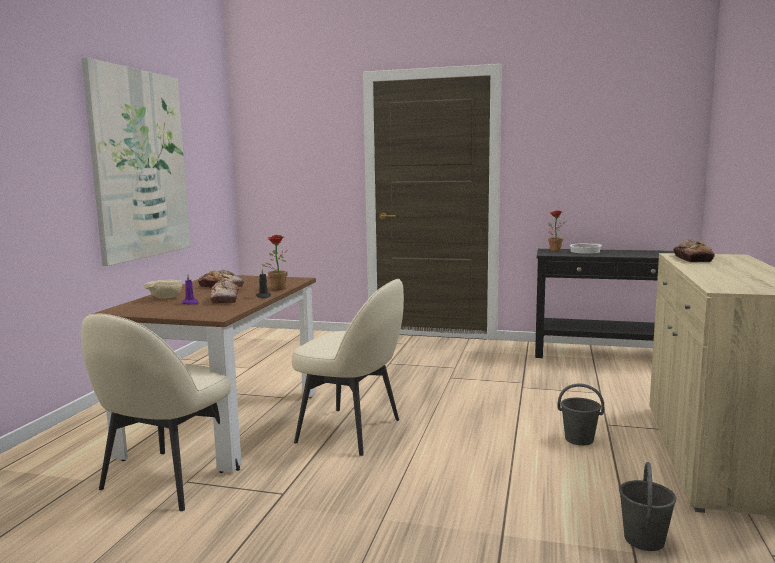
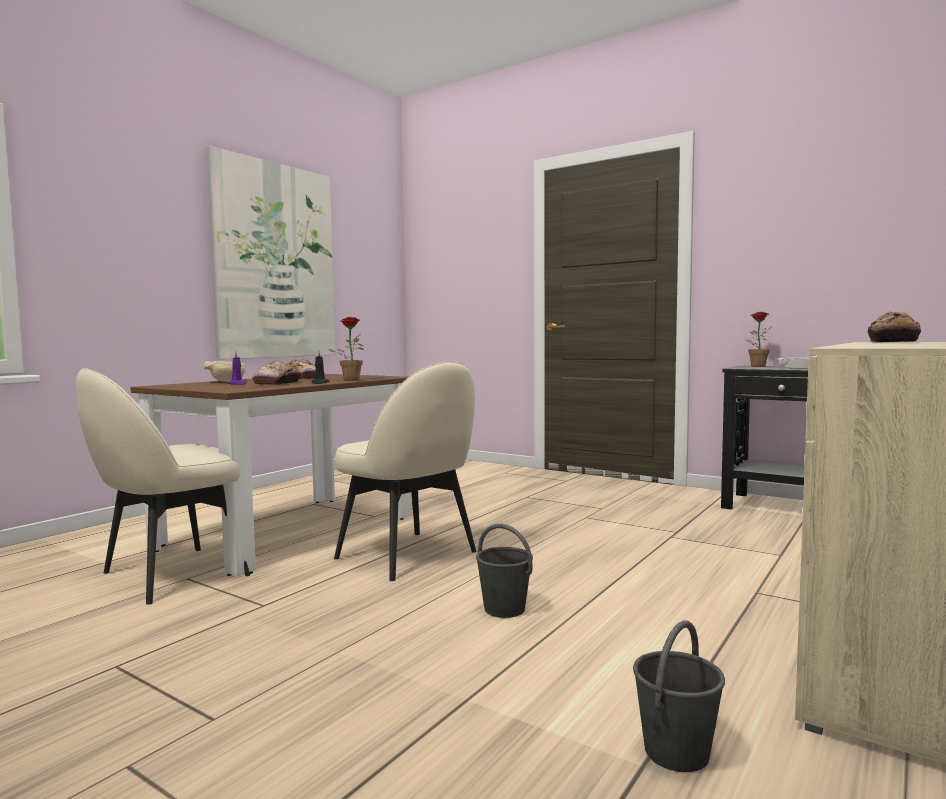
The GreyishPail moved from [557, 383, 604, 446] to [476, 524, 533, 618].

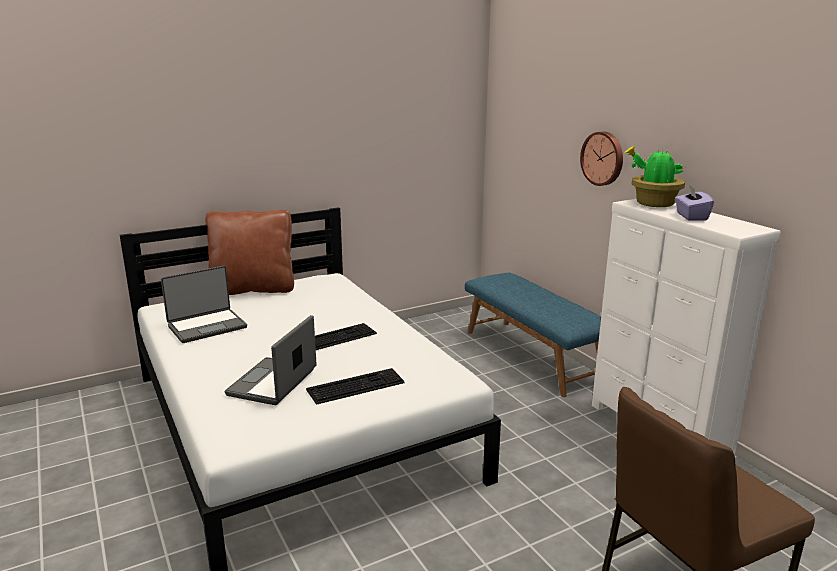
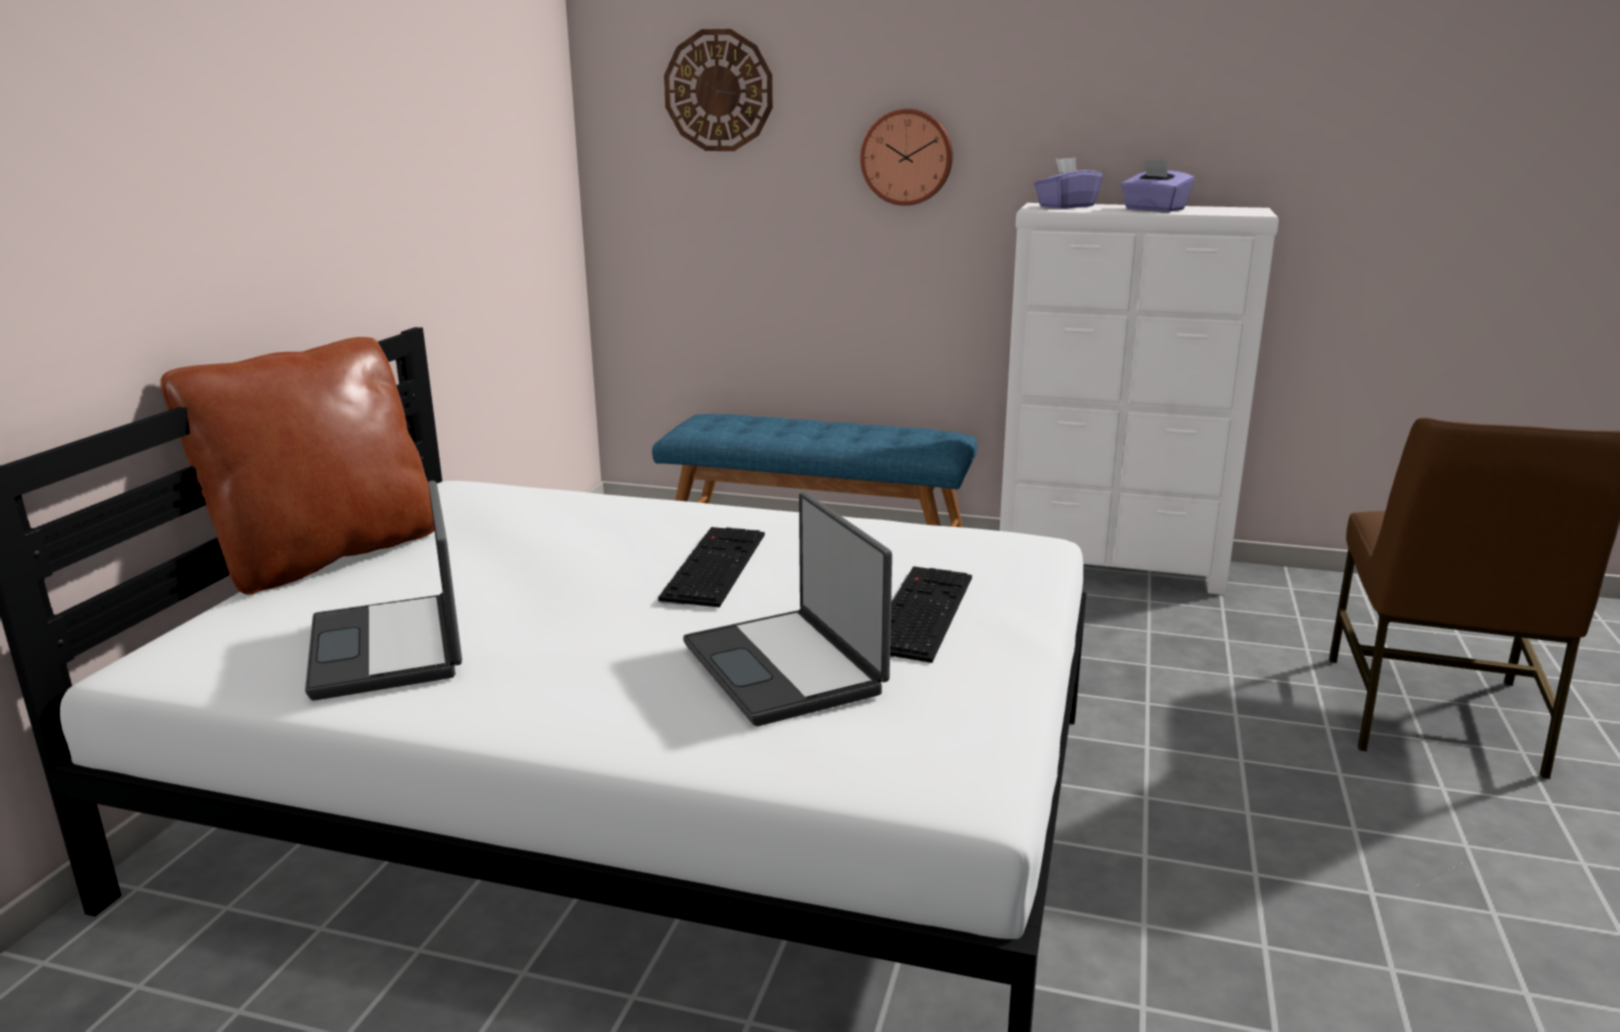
The ClockOnTheWall at [664, 29, 773, 151] appeared.
The PottedPlant at [625, 145, 685, 207] was replaced by the PurpleTissueBox at [1034, 157, 1103, 209].
The PortableComputer at [161, 266, 247, 343] turned 150 degrees clockwise.

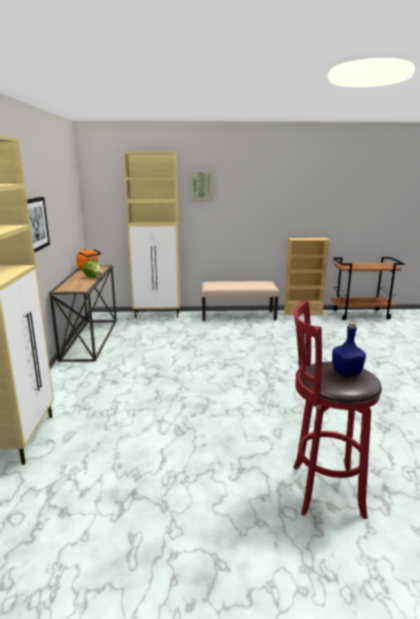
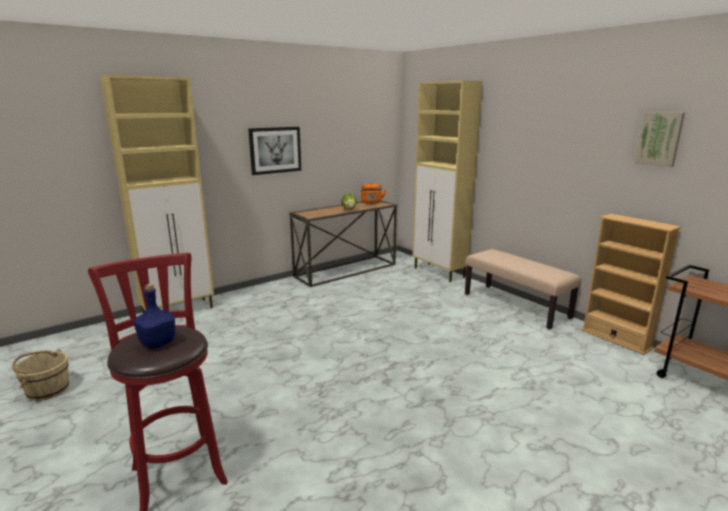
The BeigePail at [12, 349, 69, 401] appeared.
The WallPicture moved from [192, 170, 212, 202] to [635, 112, 685, 167].

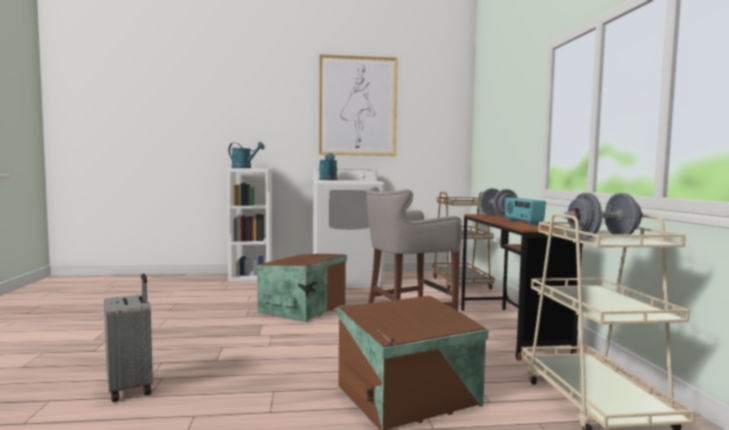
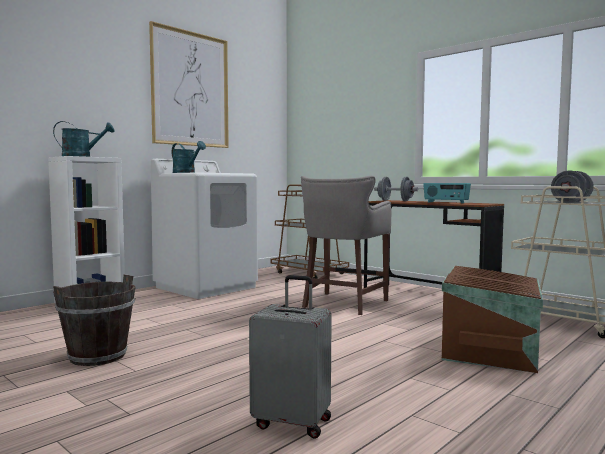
The BrownColouredStorageBox at [256, 254, 347, 322] disappeared.
The BrownColouredPail at [53, 274, 136, 366] appeared.

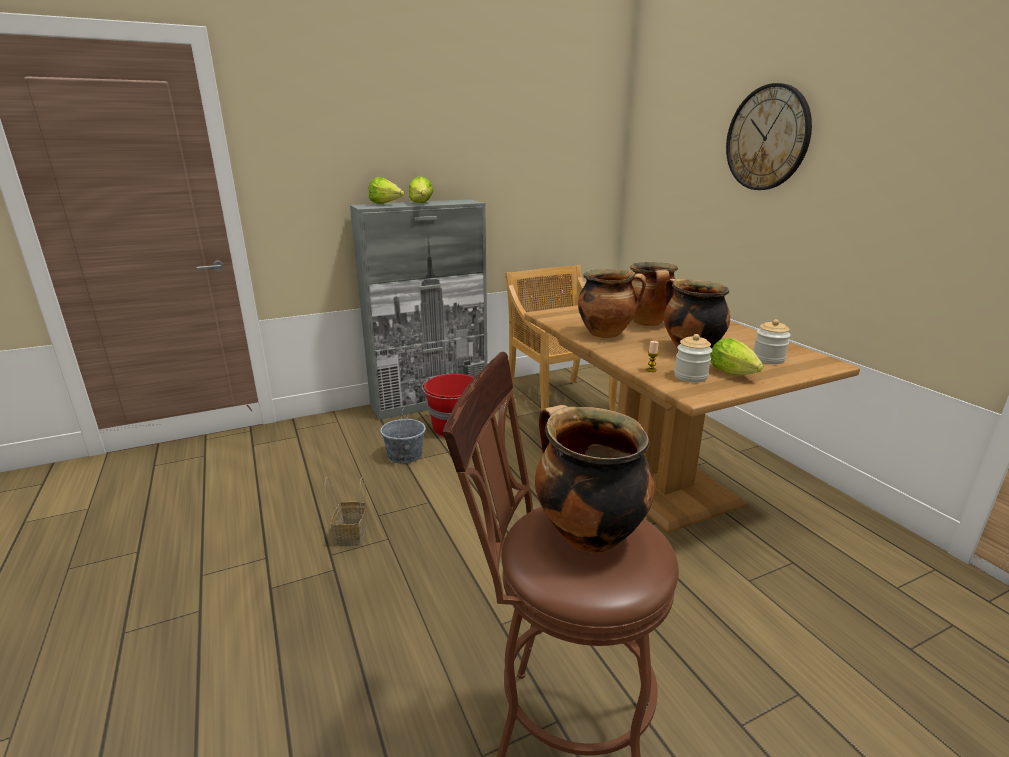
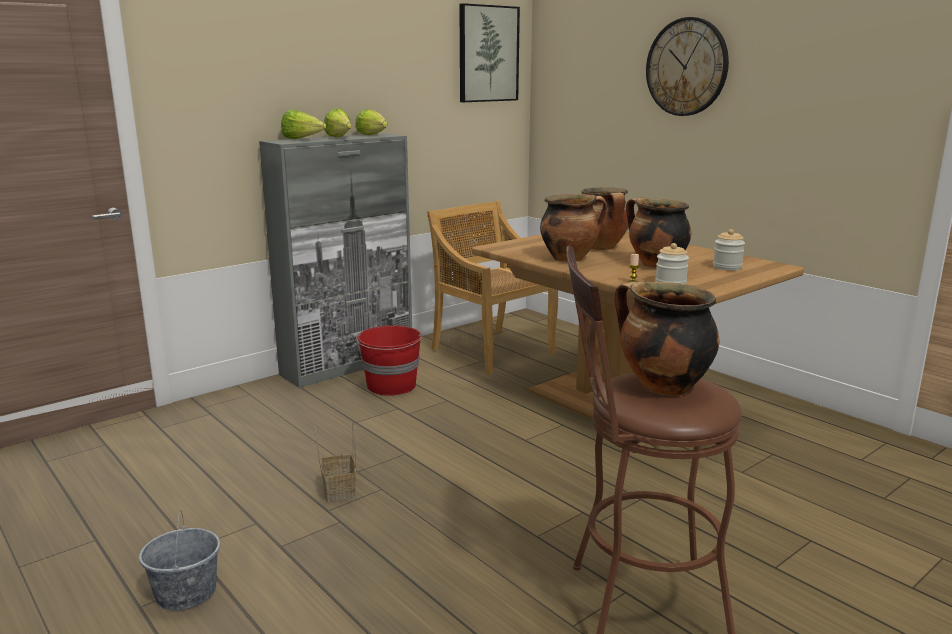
The WallPicture at [459, 3, 520, 102] appeared.
The GreyishPail moved from [380, 406, 426, 464] to [139, 510, 220, 611].
The HeadOfLettuce moved from [710, 338, 764, 375] to [356, 109, 388, 135].

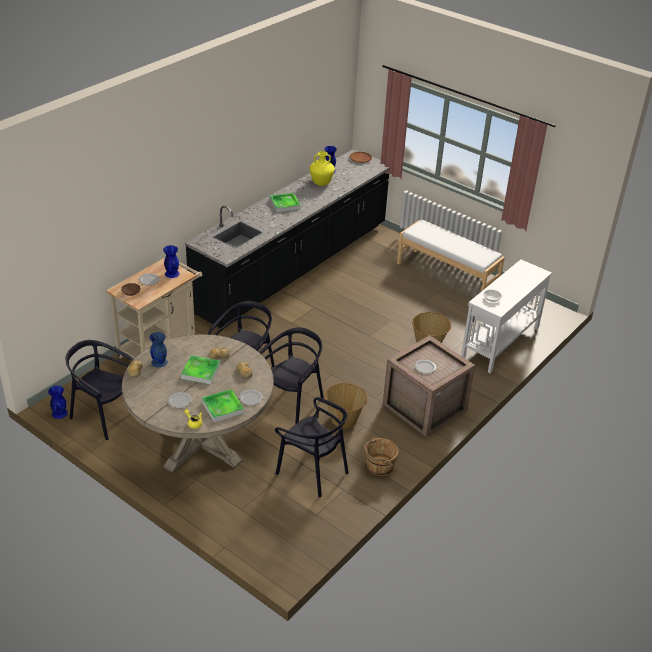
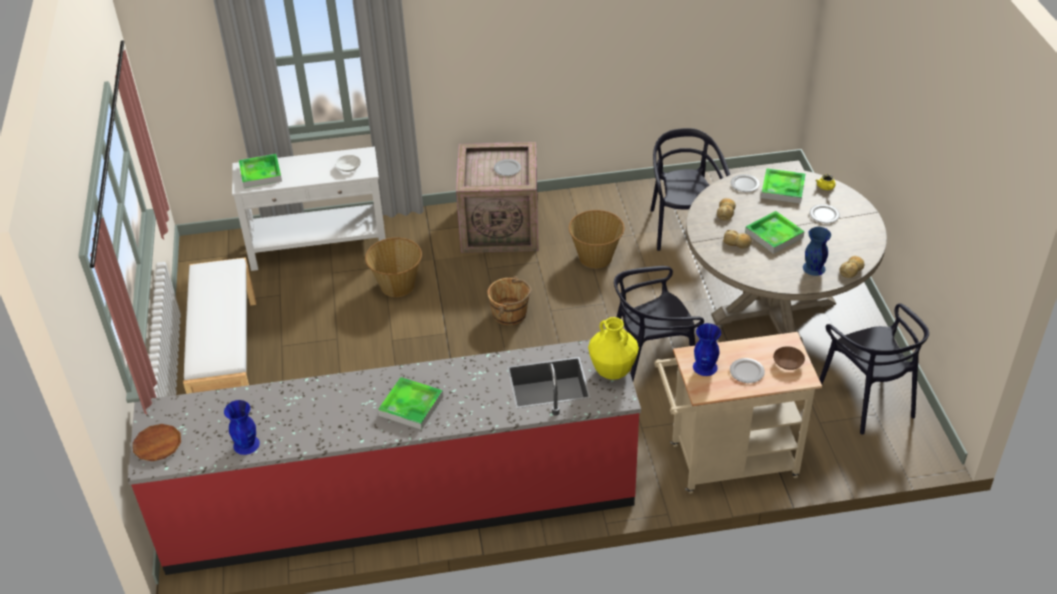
The BluishVase at [48, 386, 68, 419] disappeared.
The BlackishChair at [259, 327, 324, 424] disappeared.
The CarryingTray at [239, 154, 282, 188] appeared.
The YellowColouredVase moved from [310, 151, 335, 186] to [588, 317, 639, 380].
The BrownColouredPail moved from [364, 437, 398, 476] to [487, 276, 532, 325].
The BlackishCounter at [185, 149, 390, 328] became the RedCounter at [128, 339, 641, 575].

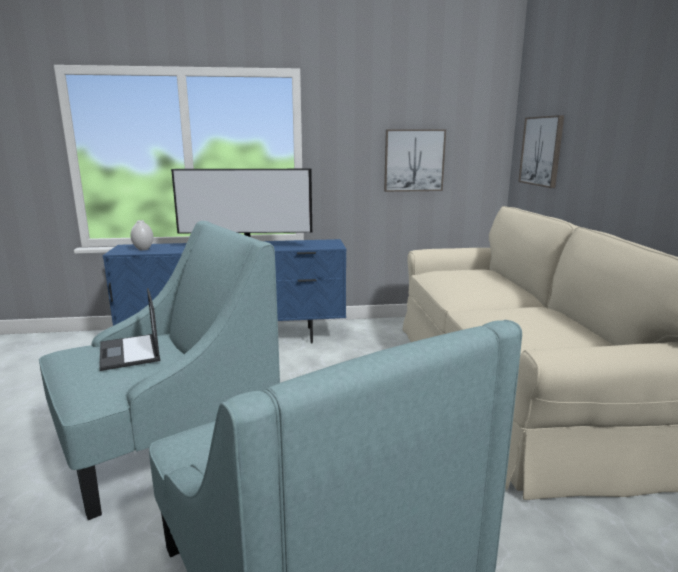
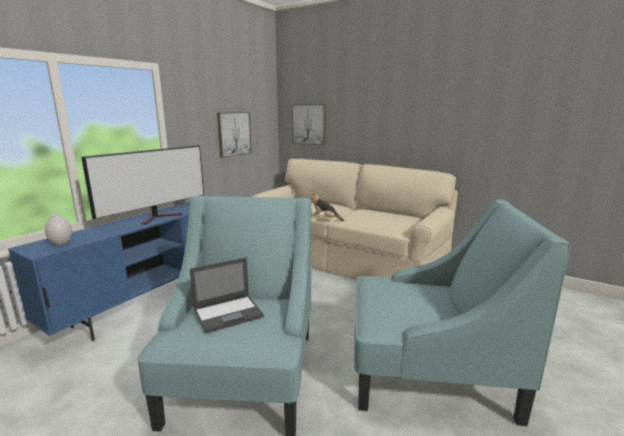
The PlushToy at [309, 192, 344, 221] appeared.
The PortableComputer at [99, 288, 161, 371] turned 45 degrees counterclockwise.

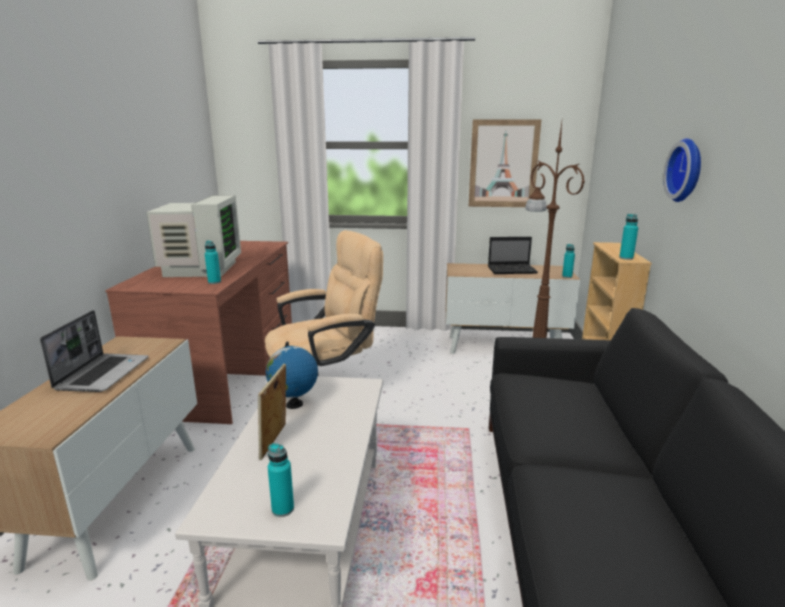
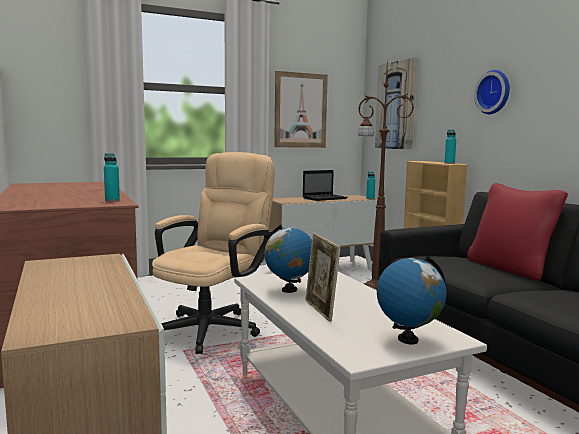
The PortableComputer at [40, 310, 149, 392] disappeared.
The ComputerDisplay at [146, 195, 241, 277] disappeared.
The WallPicture at [375, 58, 417, 150] appeared.
The RedCushion at [467, 183, 568, 280] appeared.
The TurquoiseColouredDrinkBottle at [268, 443, 294, 517] was replaced by the WorldGlobe at [377, 256, 446, 345].

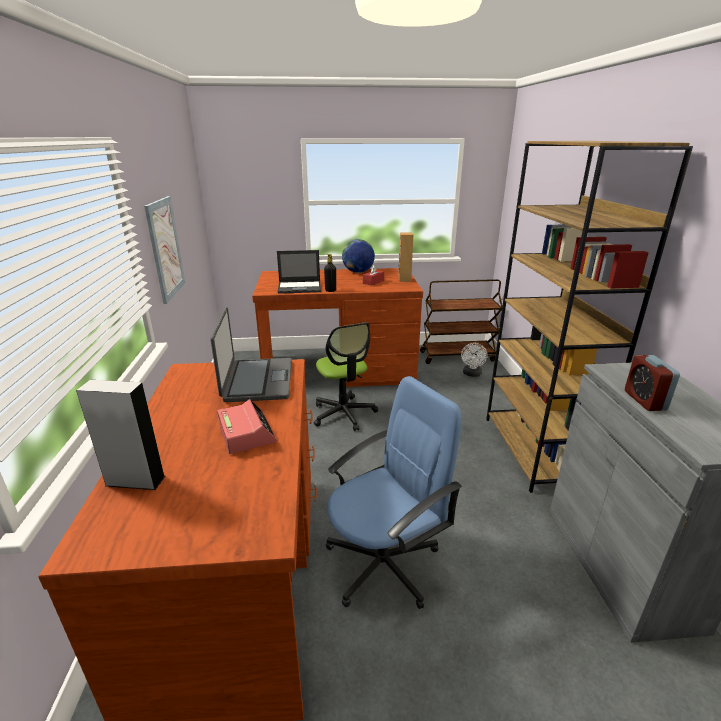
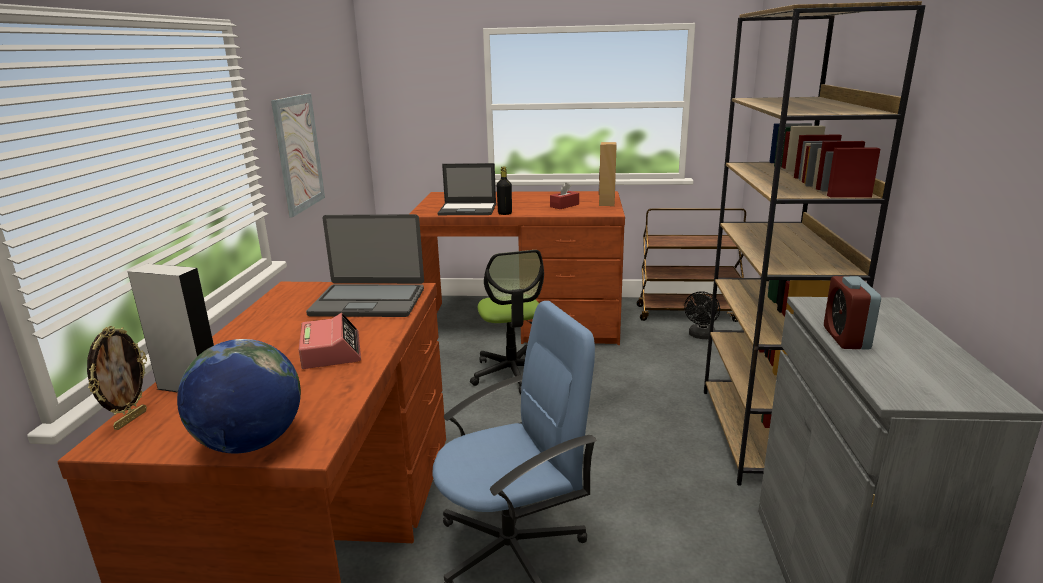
The PhotoFrame at [87, 326, 147, 430] appeared.
The WorldGlobe moved from [342, 239, 375, 273] to [177, 339, 301, 454].
The WhiteColouredCoolingFan at [461, 343, 488, 377] became the BlackishCoolingFan at [684, 291, 720, 339].
The PortableComputer at [210, 307, 292, 402] turned 90 degrees clockwise.

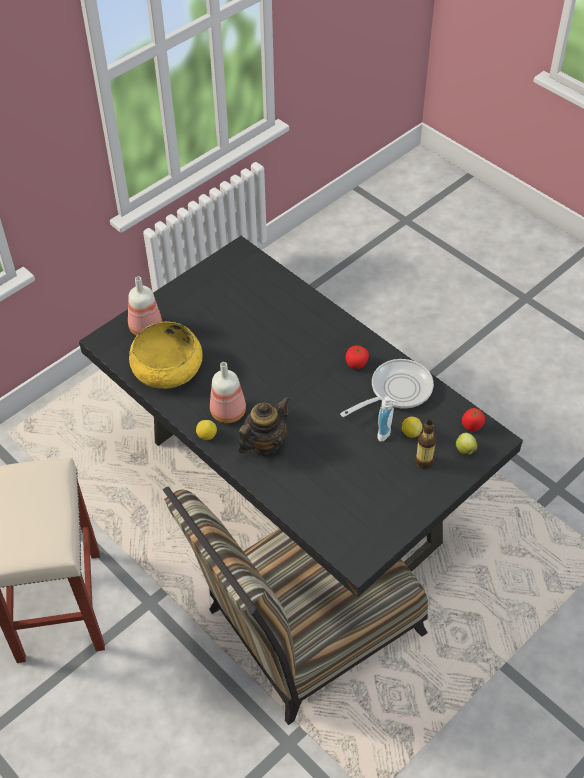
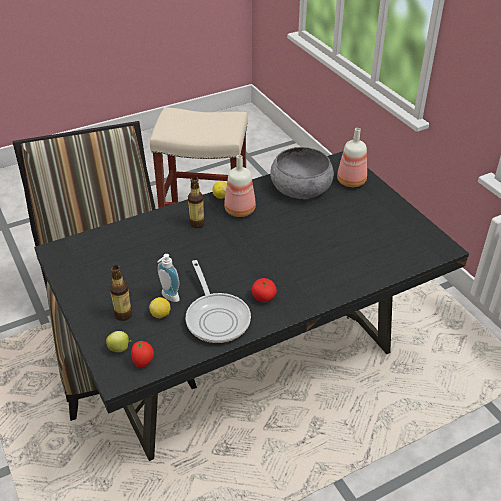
The PotForTea at [238, 396, 290, 456] was replaced by the DrinkBottle at [188, 177, 205, 228].
The YellowColouredBowl at [129, 322, 203, 389] became the GreyishBowl at [270, 147, 334, 199].

